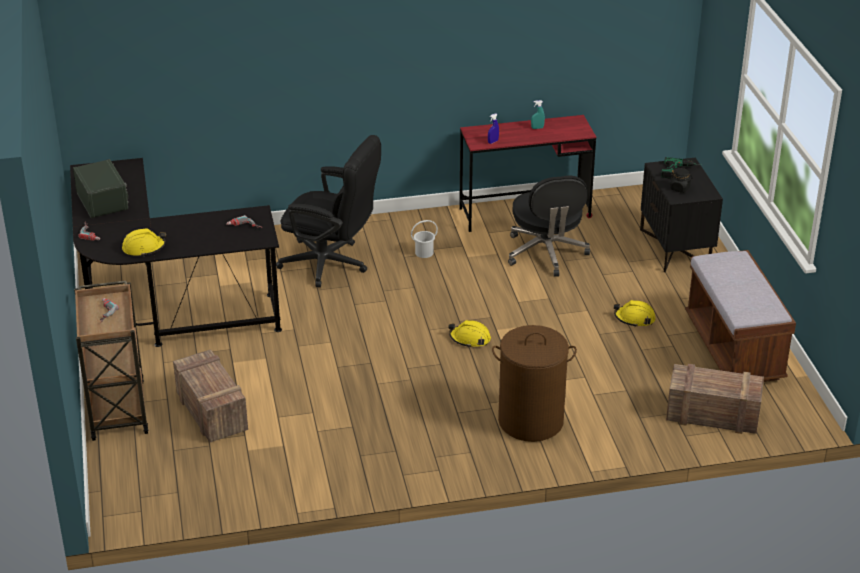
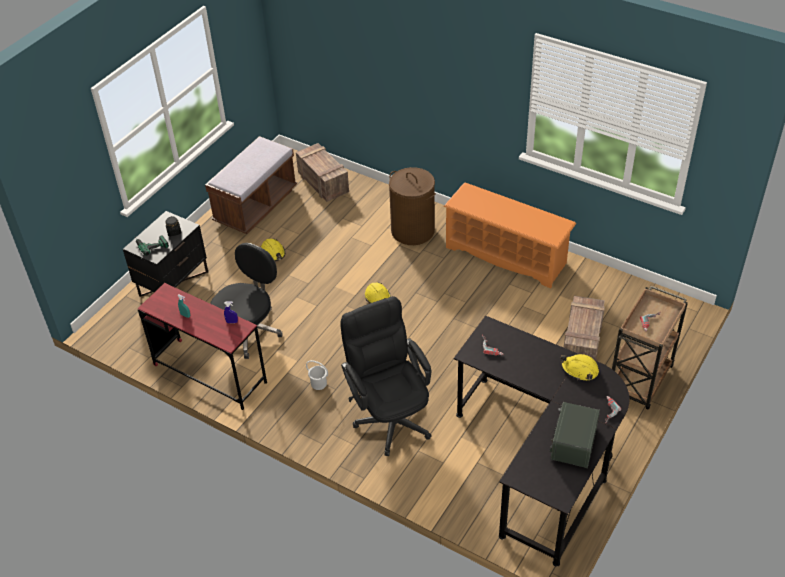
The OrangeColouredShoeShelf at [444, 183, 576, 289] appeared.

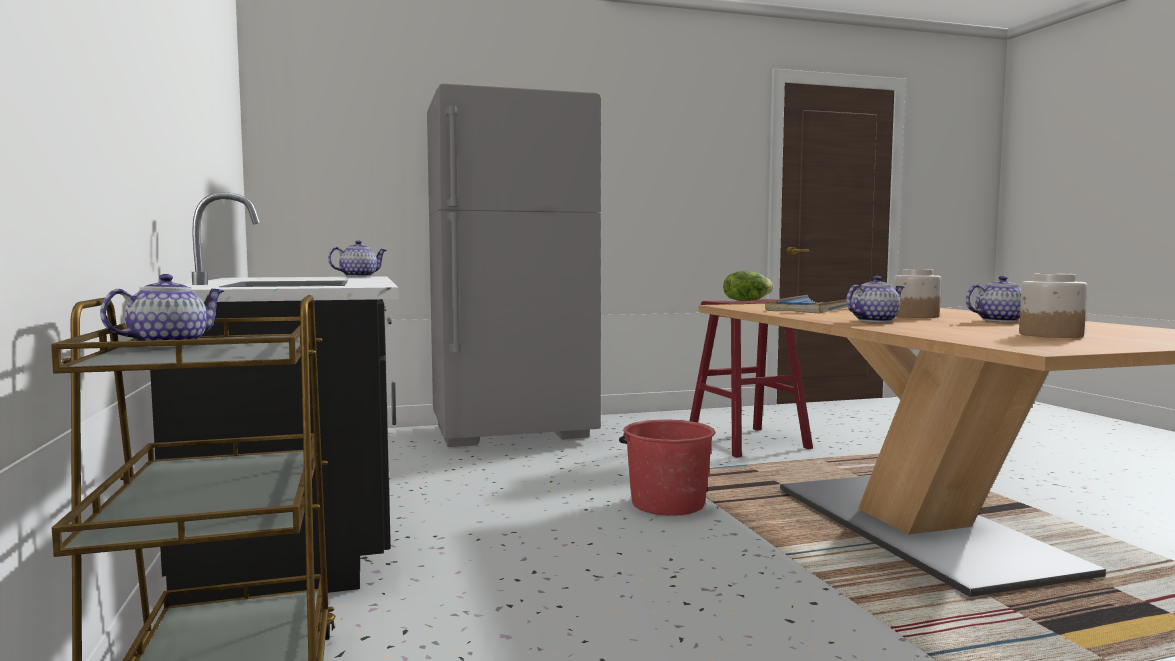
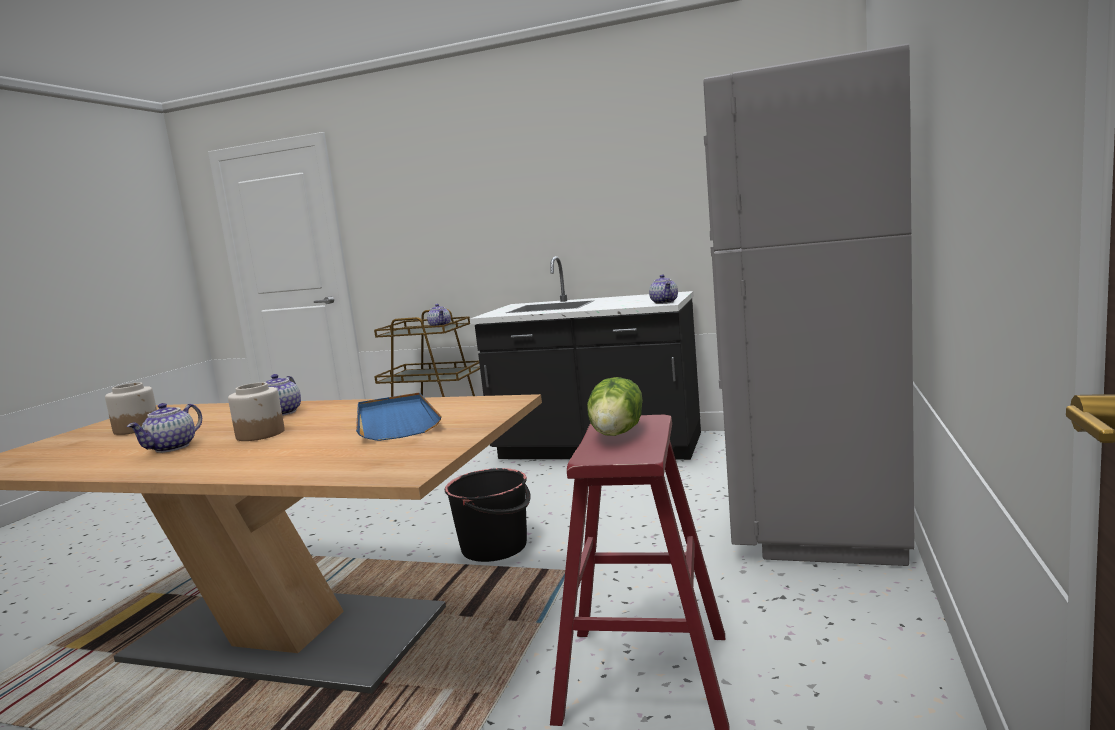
The RedPail at [619, 420, 715, 516] became the BlackishPail at [445, 468, 531, 562].

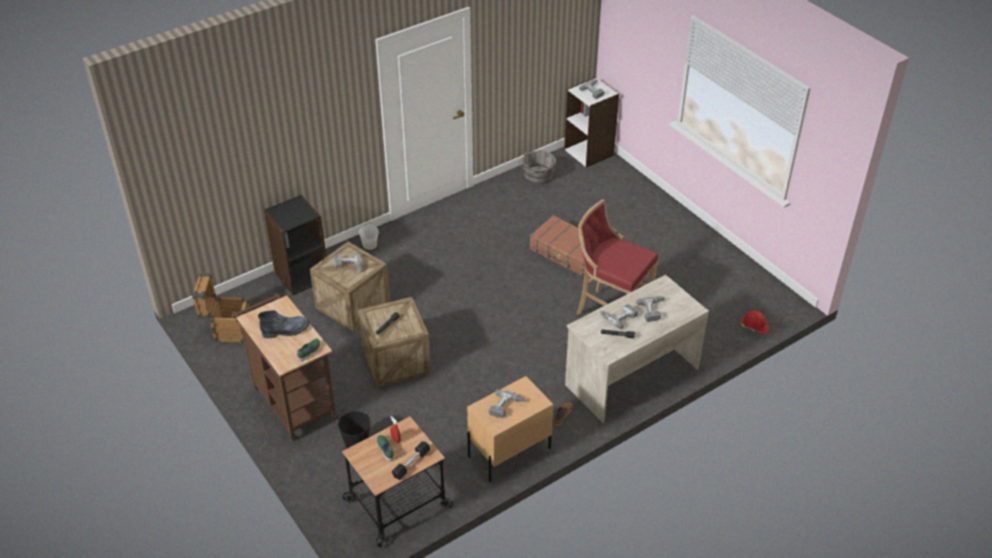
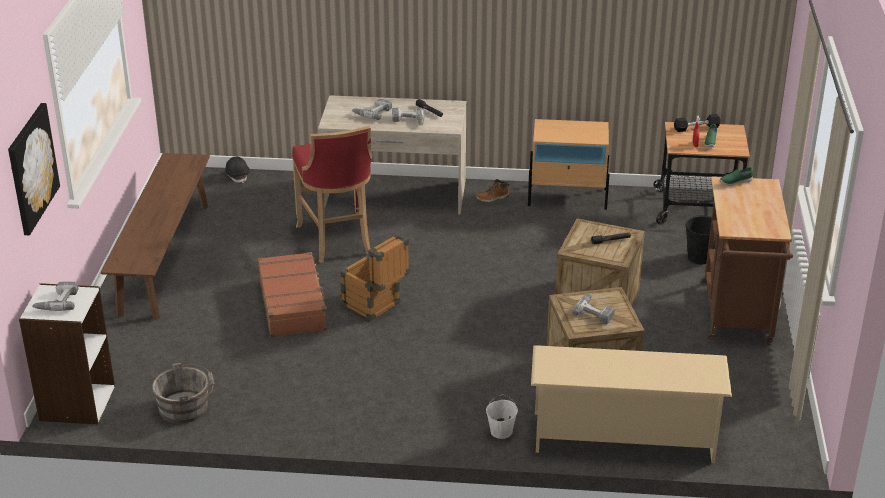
The HighTopBoot at [258, 310, 310, 339] disappeared.
The Drill at [489, 389, 526, 418] disappeared.
The WallPicture at [8, 103, 60, 236] appeared.
The BrownColouredLongSeat at [101, 153, 210, 320] appeared.
The ShippingCrate moved from [192, 273, 251, 343] to [340, 233, 410, 321].
The BlackishBookshelf at [264, 195, 326, 295] was replaced by the BeigeShoeShelf at [531, 345, 732, 463].
The RedSafetyHelmet at [741, 311, 769, 334] became the BlackishSafetyHelmet at [225, 157, 249, 183].

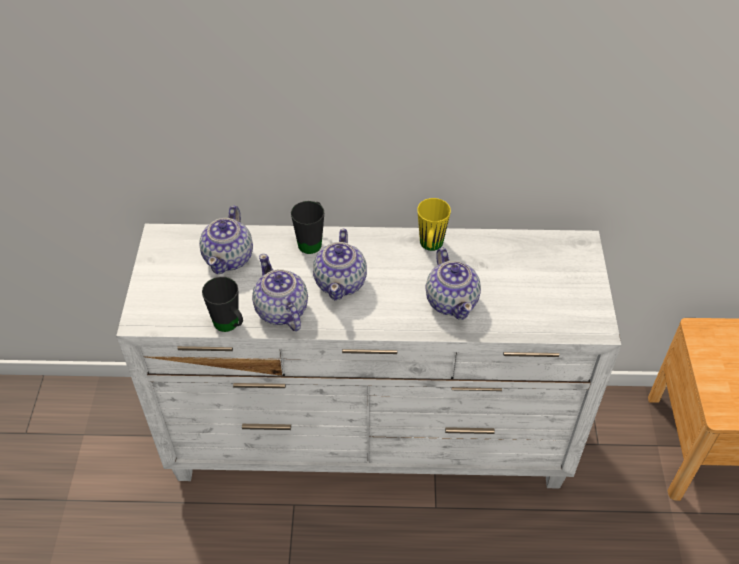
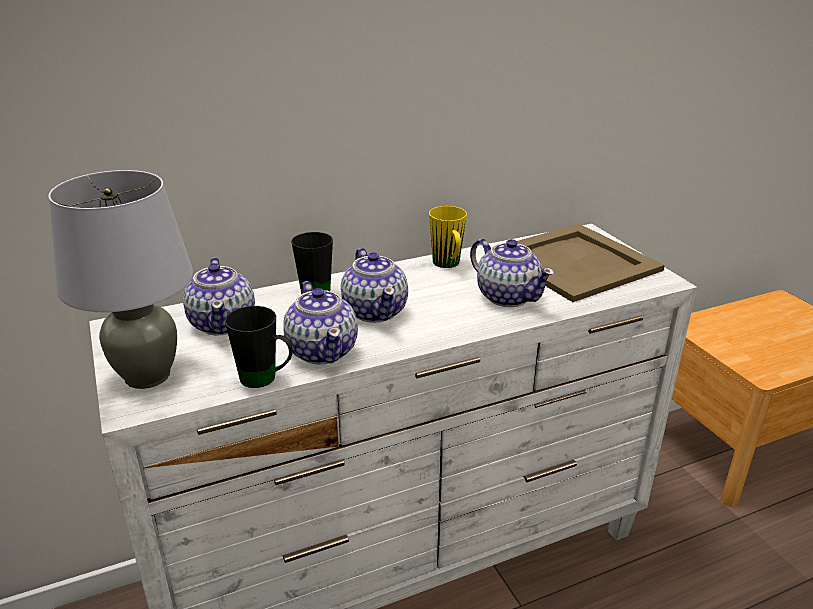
The GreyishTabletopLamp at [48, 170, 193, 389] appeared.
The BeigeCarryingTray at [517, 224, 665, 302] appeared.
The PotForTea at [252, 254, 308, 331] turned 150 degrees counterclockwise.

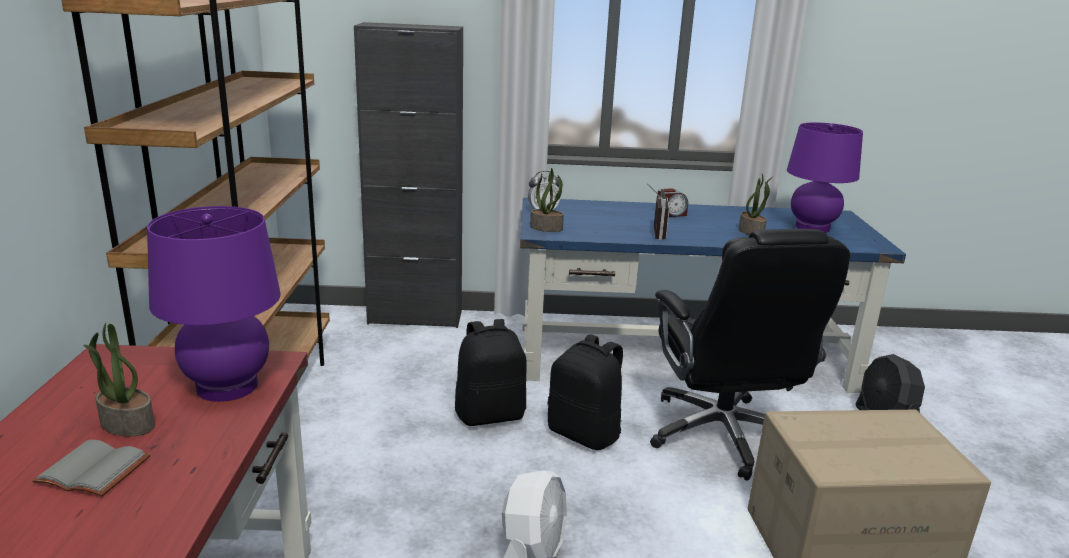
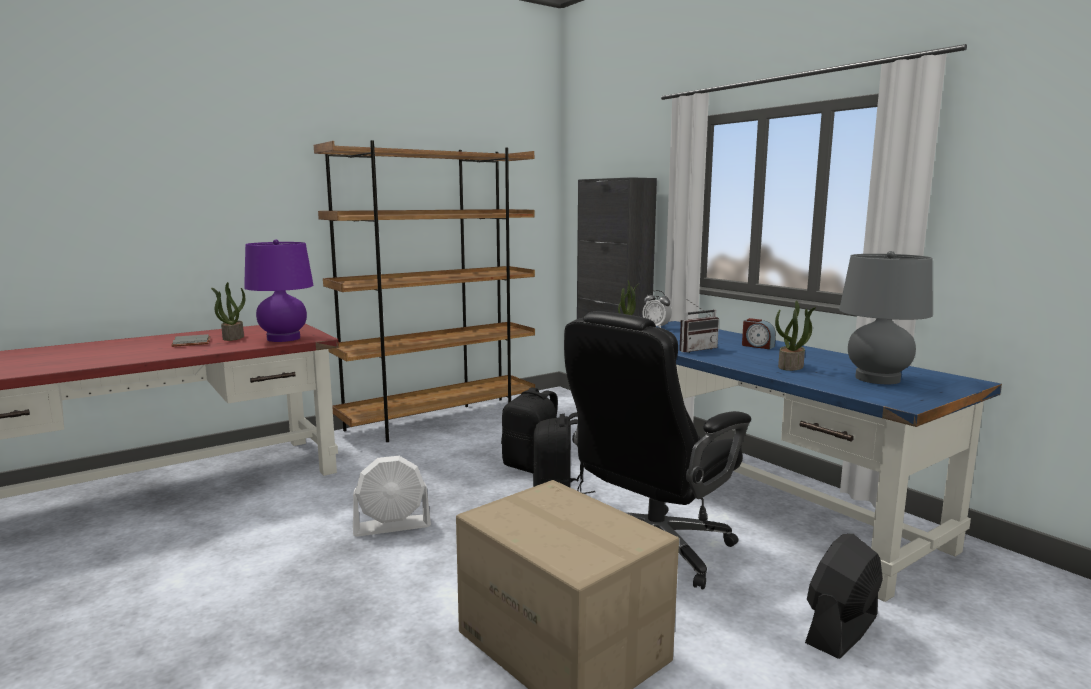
The PurpleTabletopLamp at [787, 122, 863, 233] became the GreyishTabletopLamp at [839, 251, 933, 384].

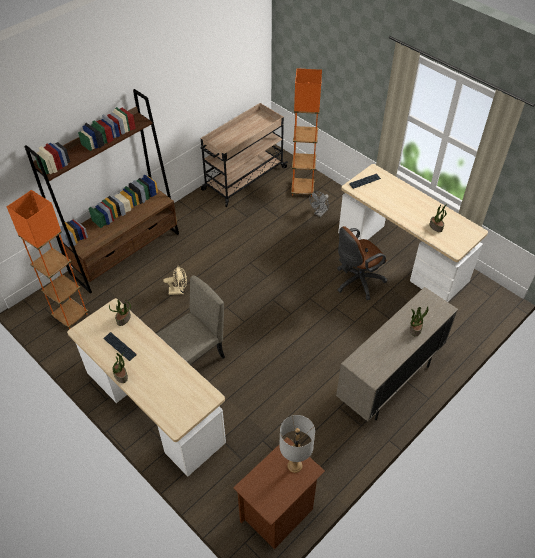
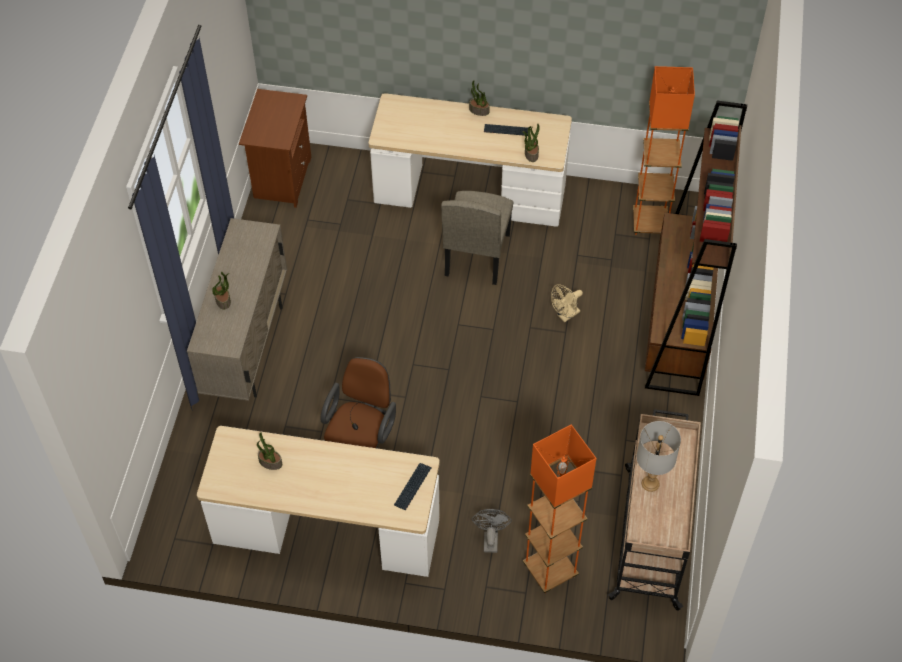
The GreyishTabletopLamp moved from [279, 415, 315, 473] to [636, 421, 681, 492].

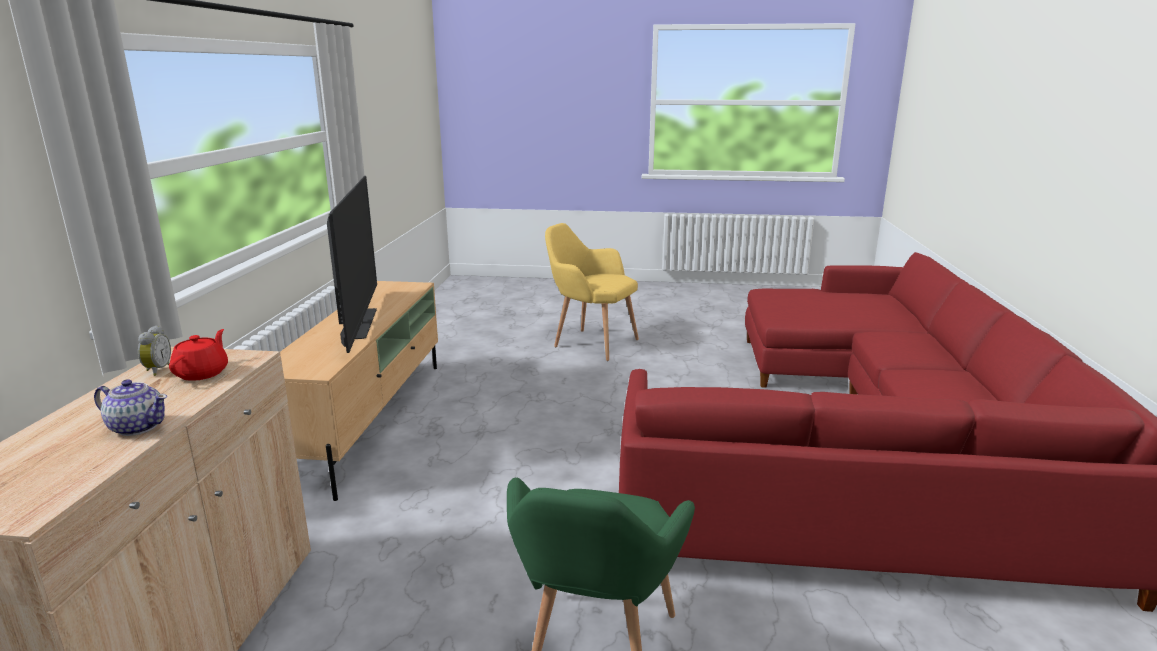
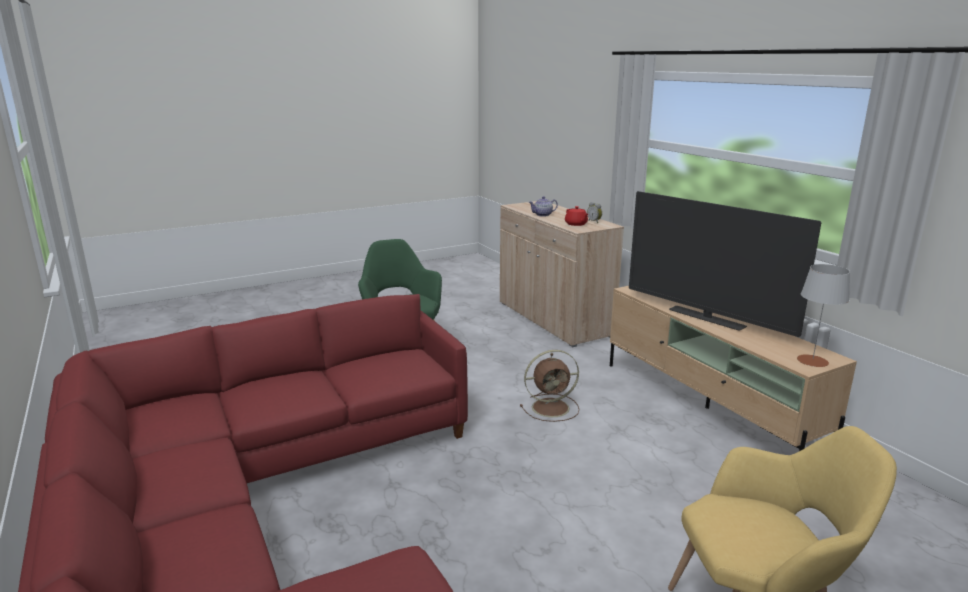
The BrownColouredCoolingFan at [520, 350, 579, 422] appeared.
The GreyishTabletopLamp at [797, 264, 850, 367] appeared.

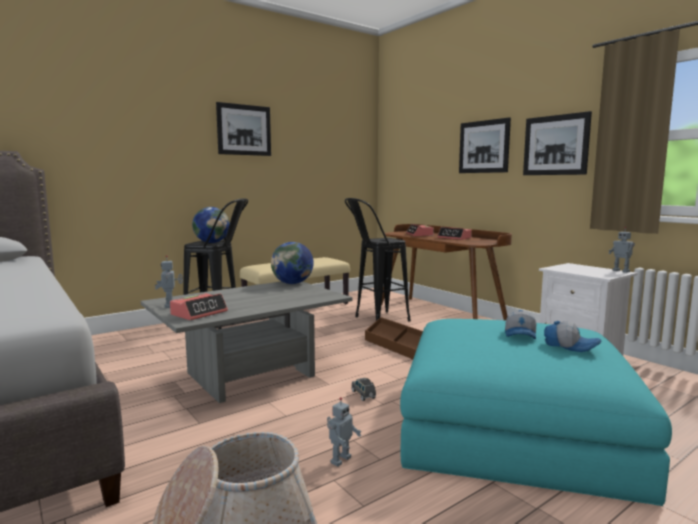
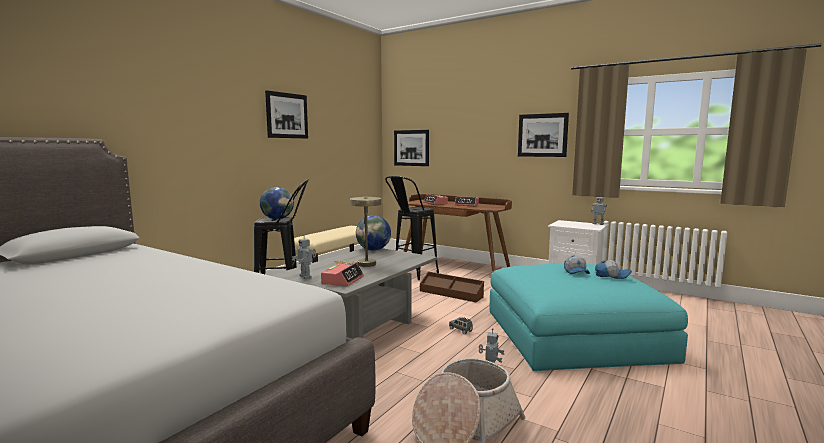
The BeigeTabletopLamp at [334, 197, 381, 267] appeared.
The WallPicture moved from [459, 117, 511, 173] to [394, 130, 429, 166].

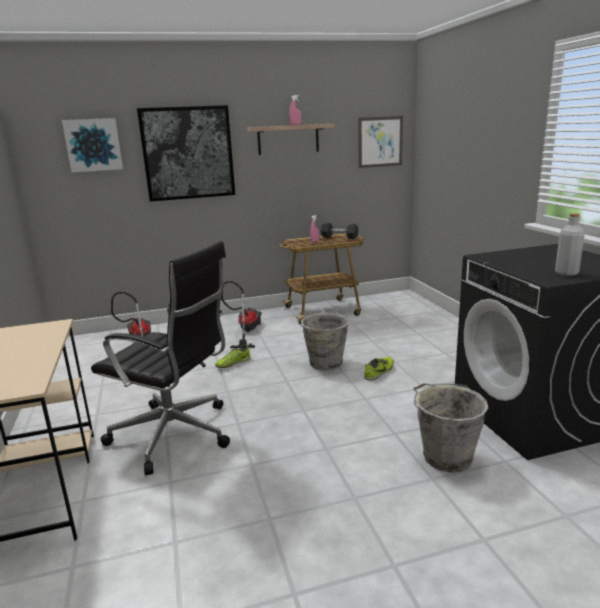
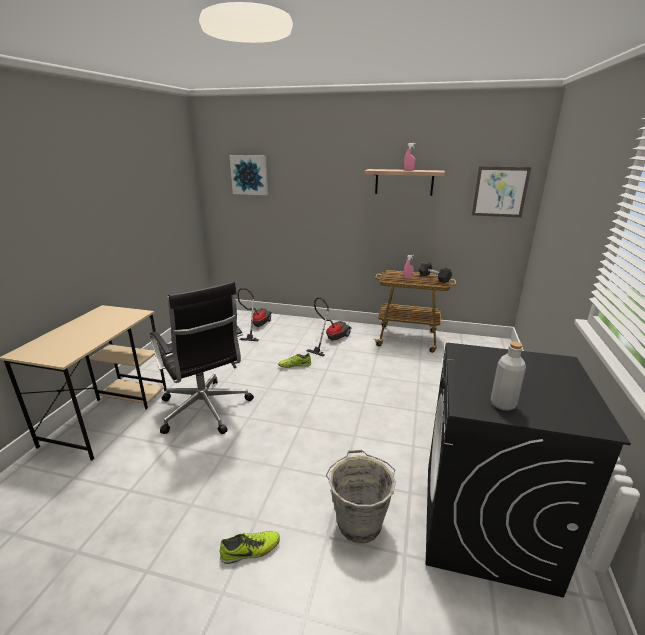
The WallPicture at [137, 105, 235, 202] disappeared.
The GreyishPail at [298, 313, 349, 371] disappeared.
The Shoe moved from [364, 357, 394, 380] to [220, 531, 280, 564].

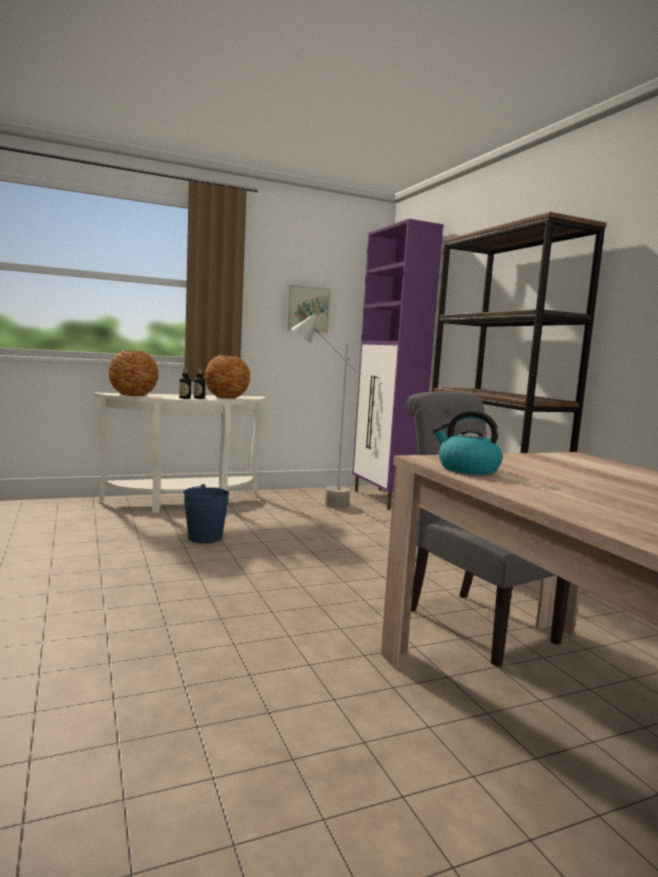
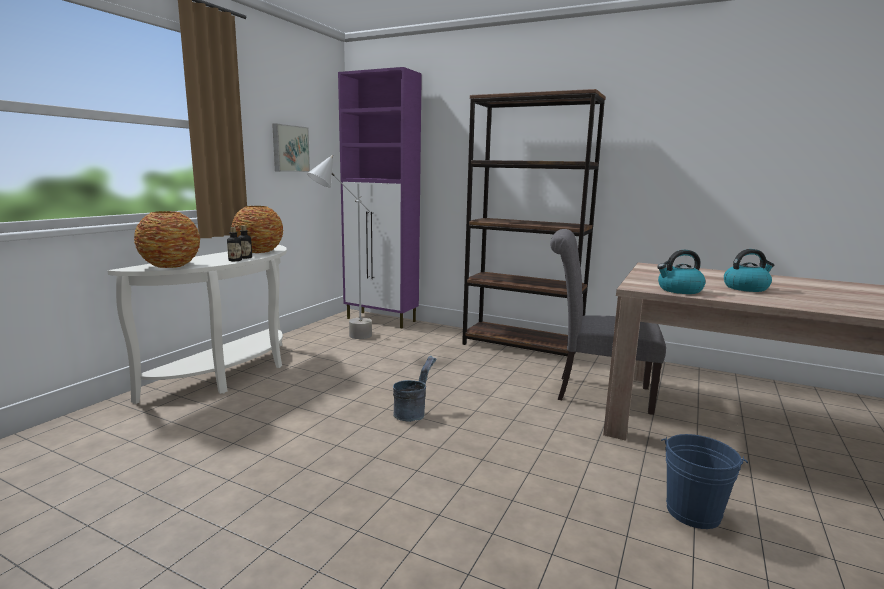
The GreyishPail at [393, 356, 437, 422] appeared.
The Kettle at [724, 249, 774, 292] appeared.
The BluishPail moved from [183, 484, 229, 543] to [661, 434, 748, 529].

